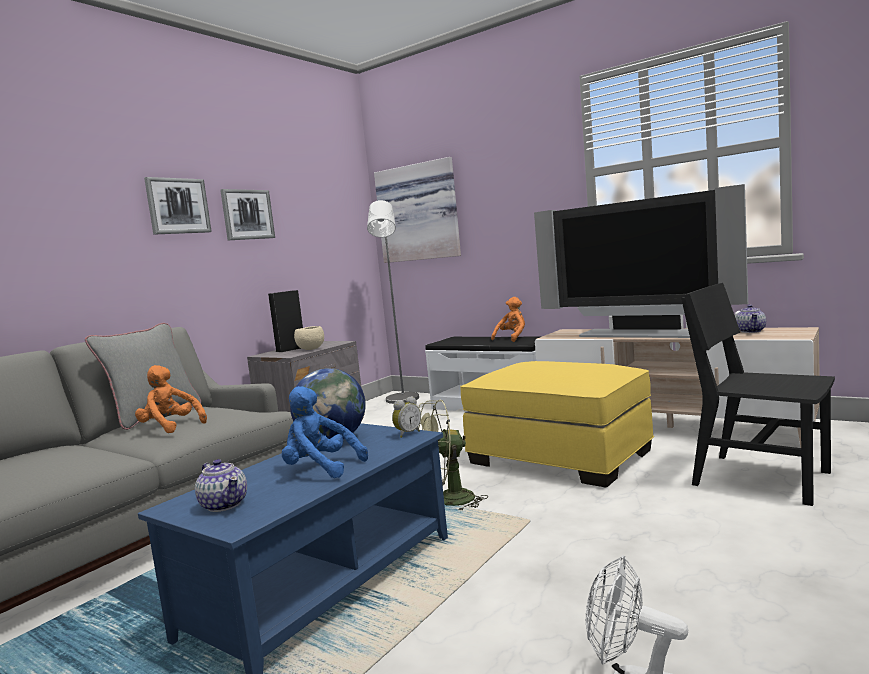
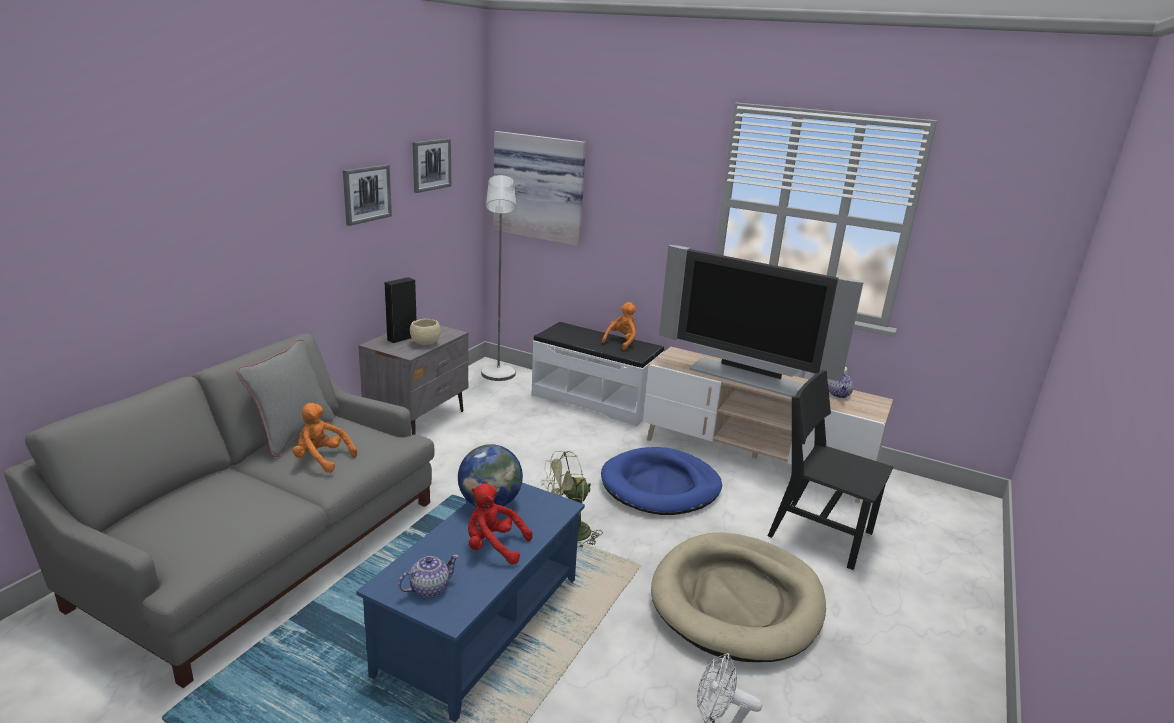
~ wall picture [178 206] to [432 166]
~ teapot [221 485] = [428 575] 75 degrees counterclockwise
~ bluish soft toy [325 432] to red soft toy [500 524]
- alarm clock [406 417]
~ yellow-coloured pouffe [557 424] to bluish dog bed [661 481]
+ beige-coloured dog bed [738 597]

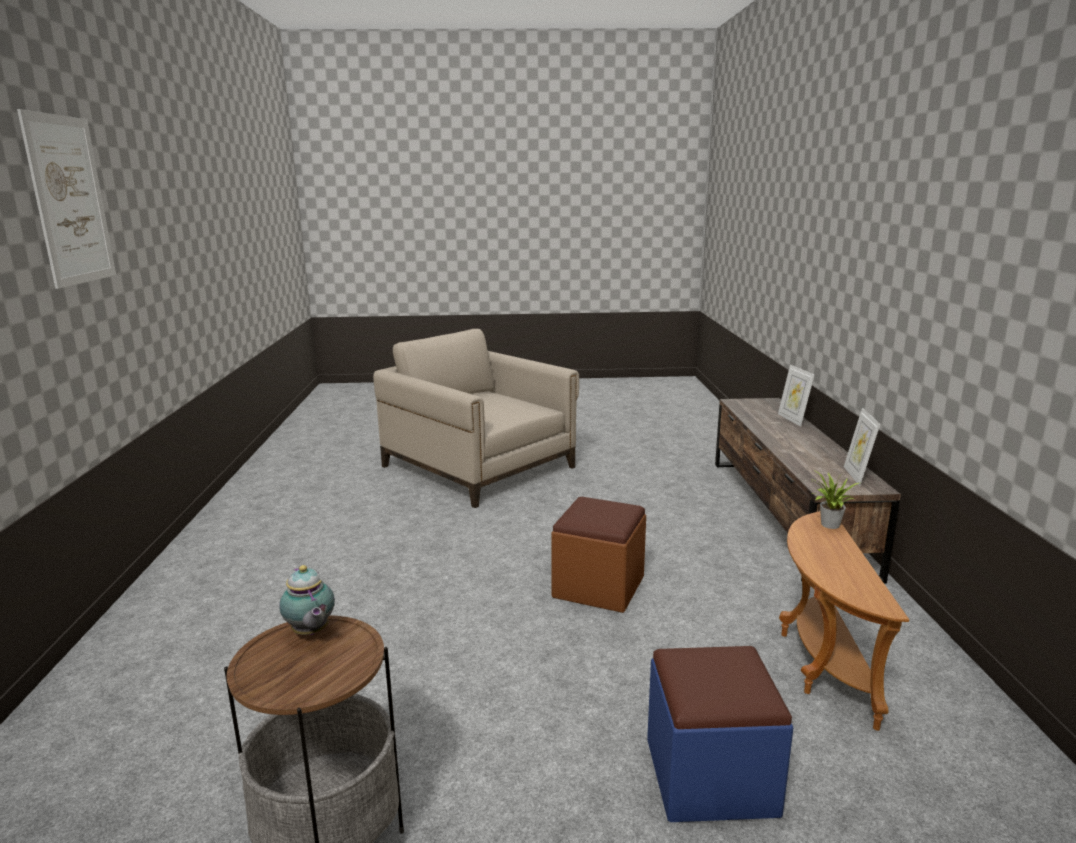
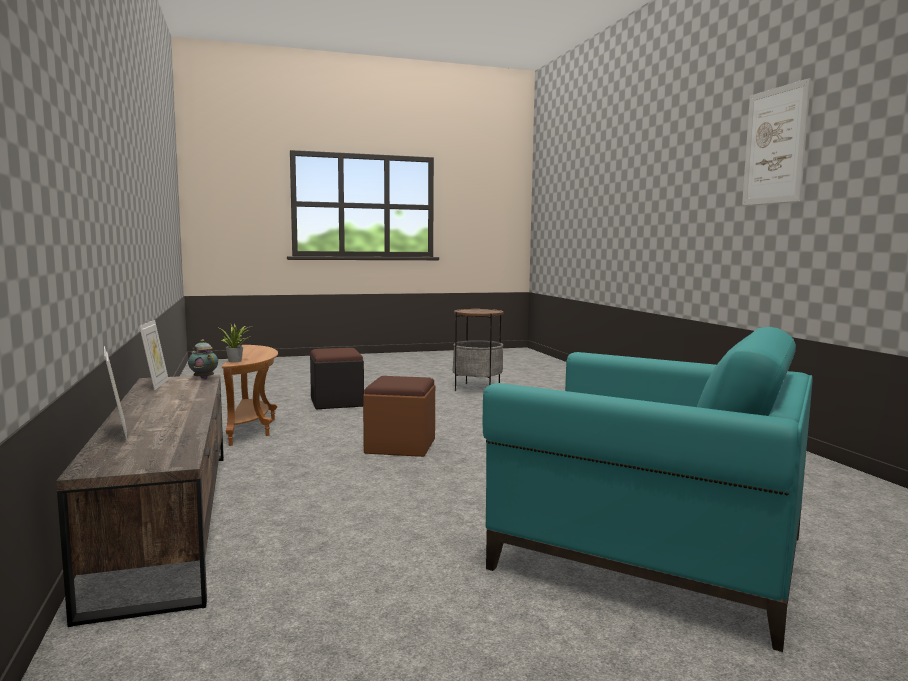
~ teapot [307 600] to [203 360]
~ beige-coloured armchair [476 418] to blue-green armchair [647 489]
~ bluish pouffe [720 734] to black-coloured pouffe [337 378]

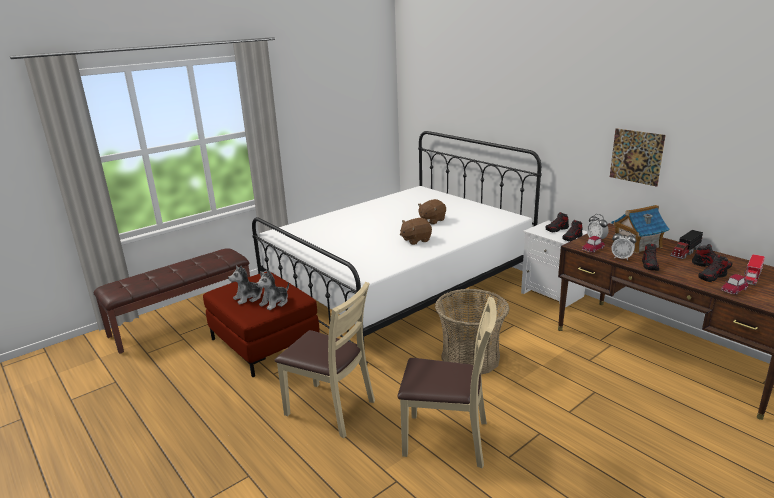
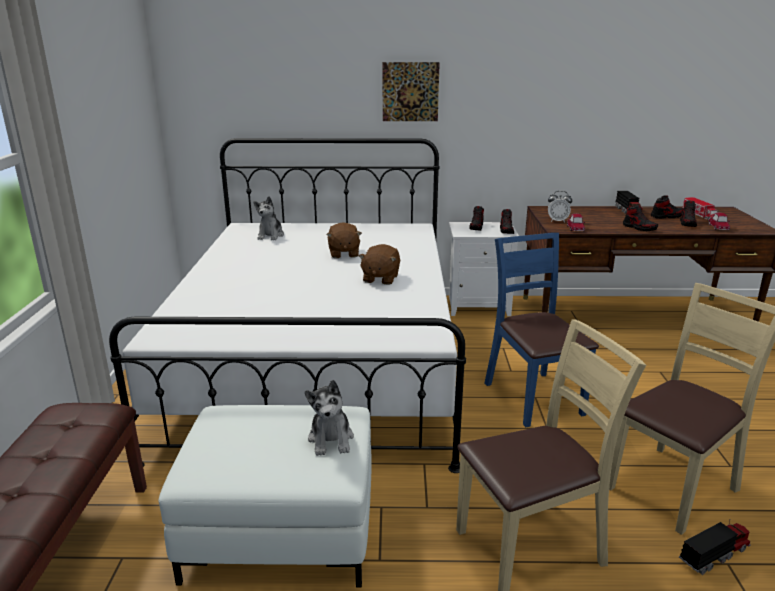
~ red pouffe [261 324] to white-coloured pouffe [264 496]
~ soft toy [245 285] to [269 218]
~ basket [472 331] to bluish chair [541 330]
~ wall picture [638 157] to [411 91]
- miniature house [640 229]
- alarm clock [623 245]
+ toy lorry [715 547]

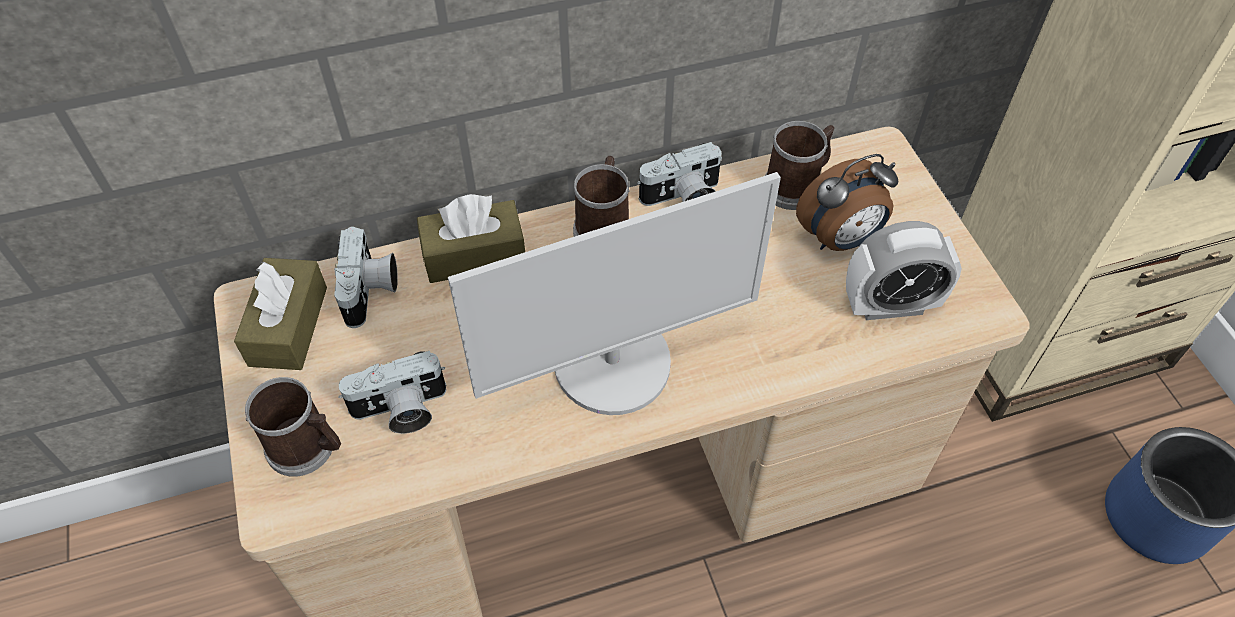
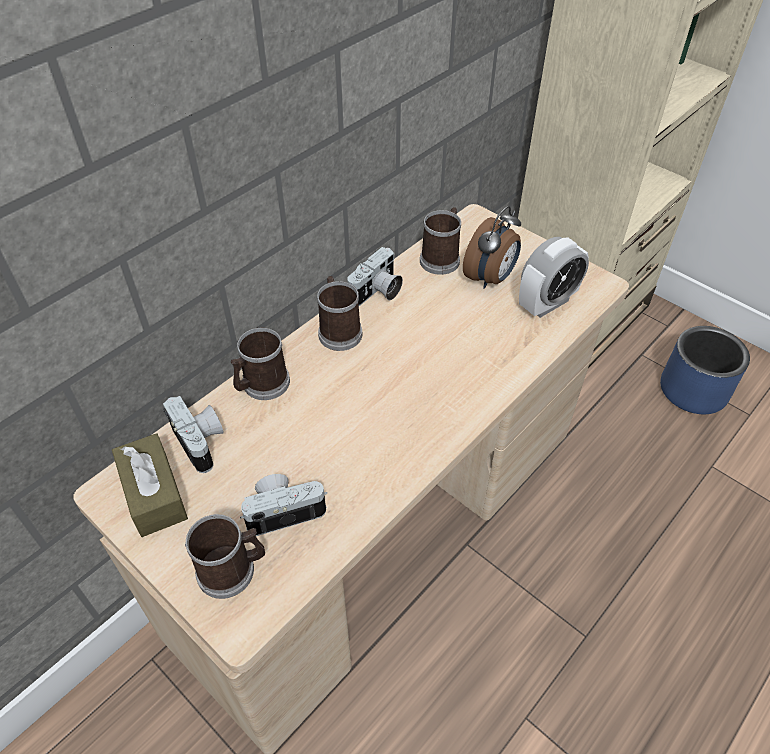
~ photo camera [392 392] = [283 505] 150 degrees counterclockwise
~ brownish box of tissues [471 238] to tea mug [260 364]
- computer display [614 293]

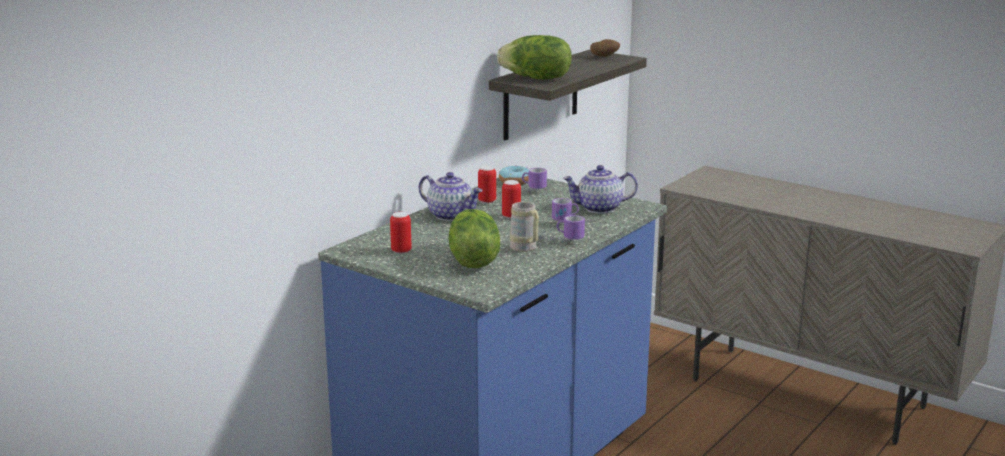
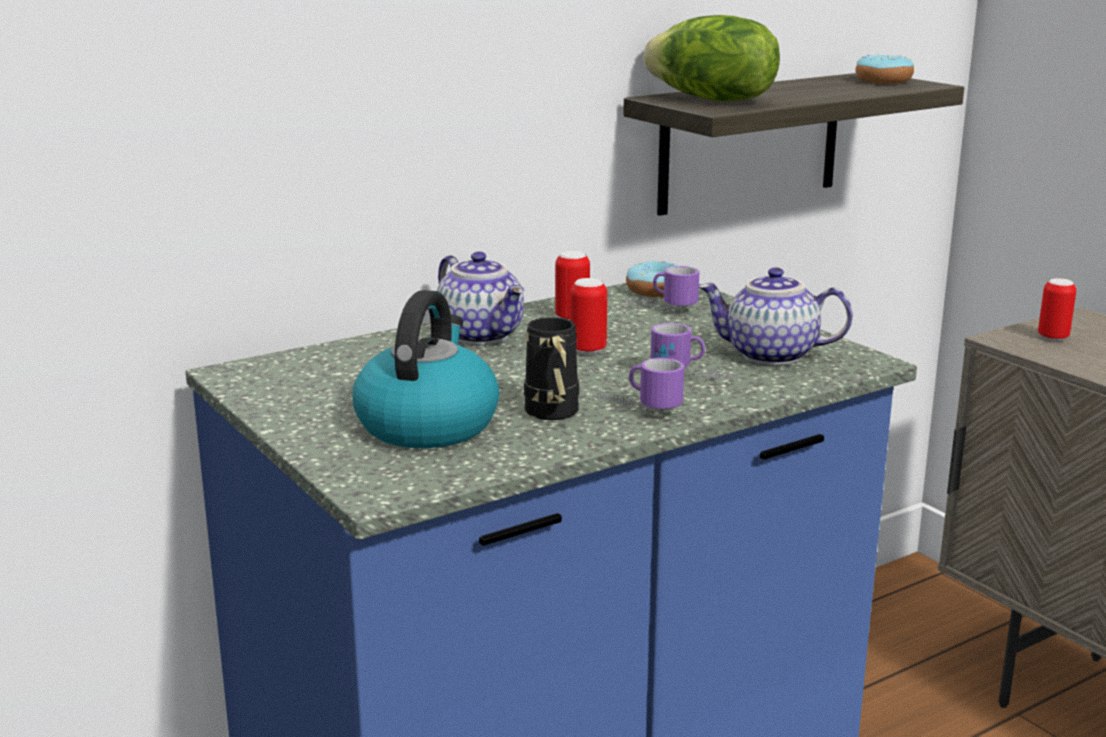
~ sealed can [401 233] to [1057 309]
~ head of lettuce [474 238] to tea kettle [426 369]
~ beige-coloured tea mug [524 227] to black-coloured tea mug [551 368]
~ spud [605 48] to doughnut [884 69]

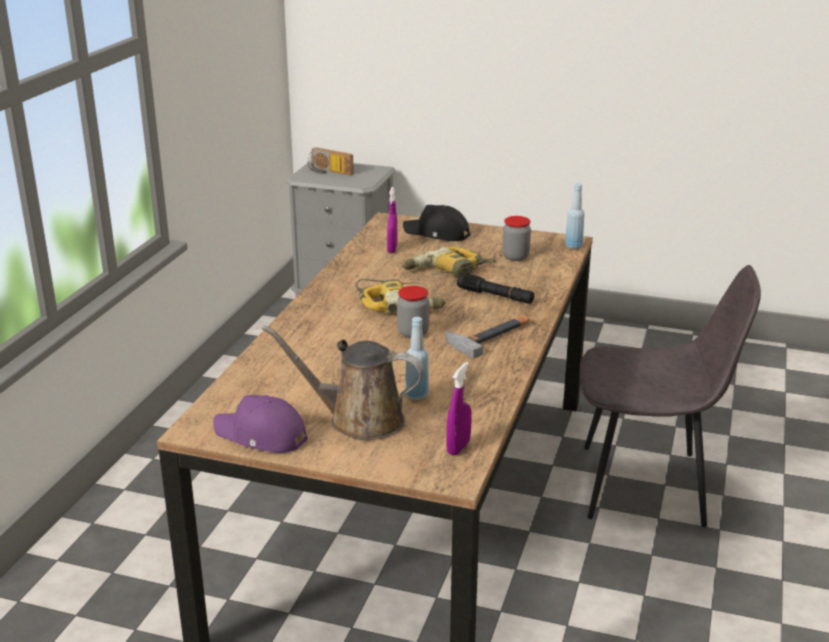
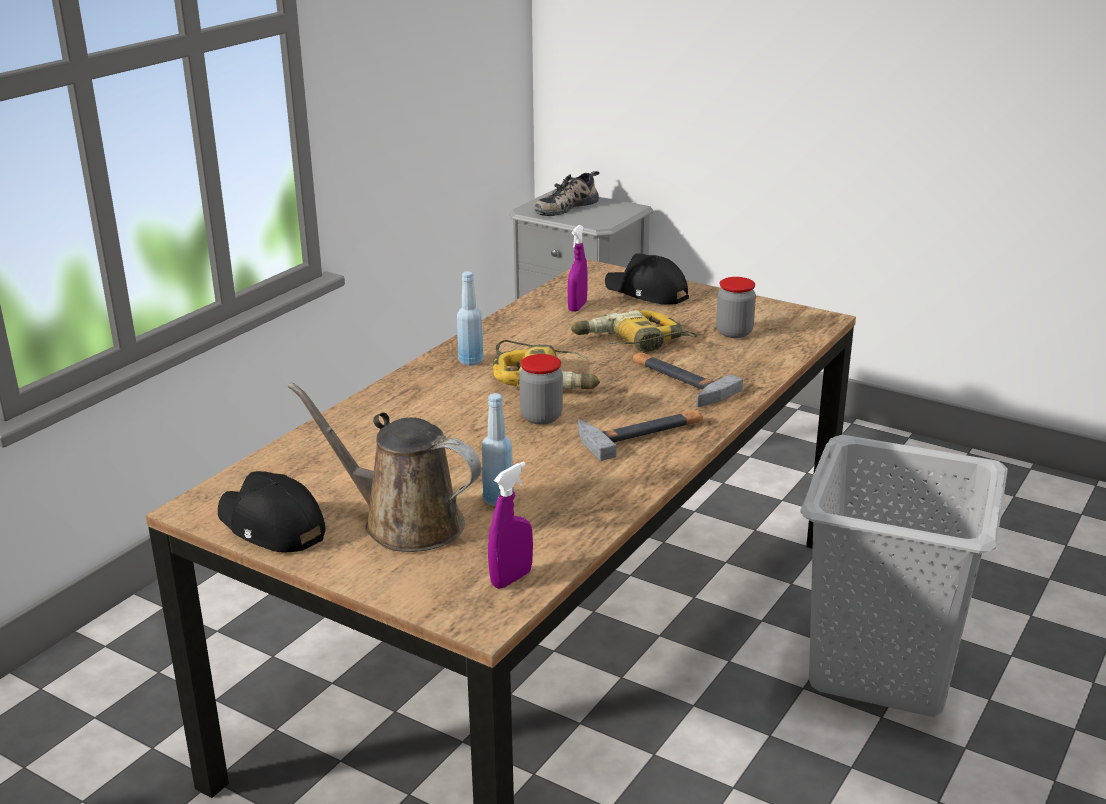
~ purple-coloured peaked cap [260 424] to black-coloured peaked cap [272 512]
~ radio receiver [331 161] to shoe [567 193]
~ black-coloured hand torch [495 288] to hammer [688 379]
~ bluish drink bottle [575 216] to [470 318]
~ greyish chair [670 396] to greyish washing basket [904 576]

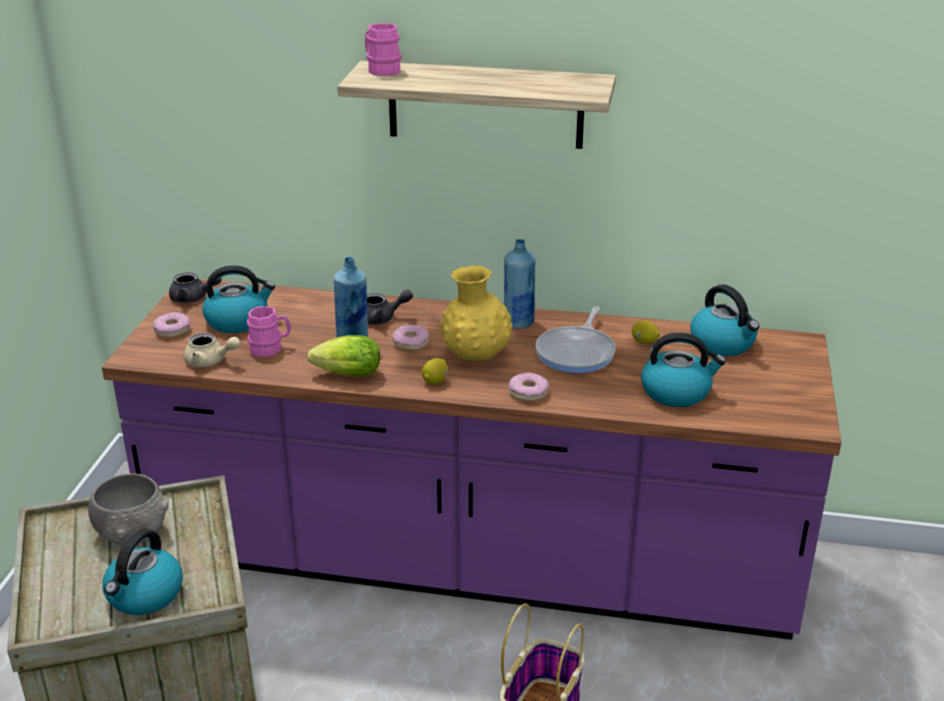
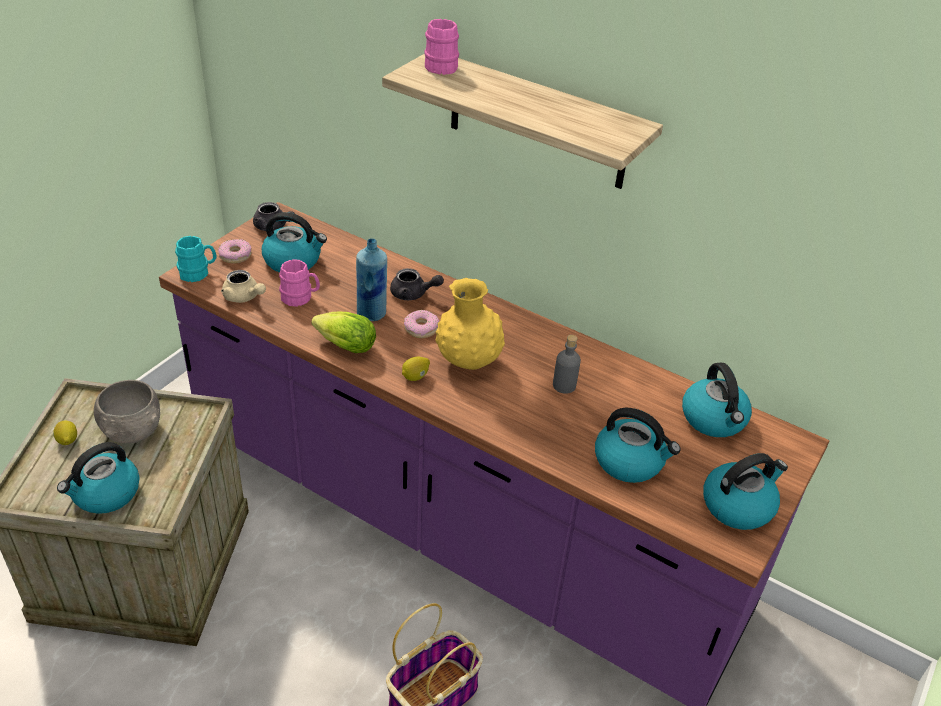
- bluish drink bottle [520 284]
- doughnut [529 387]
~ frying pan [576 340] to greyish drink bottle [567 364]
~ lemon [646 332] to [65 433]
+ blue-green tea mug [195 259]
+ tea kettle [745 491]

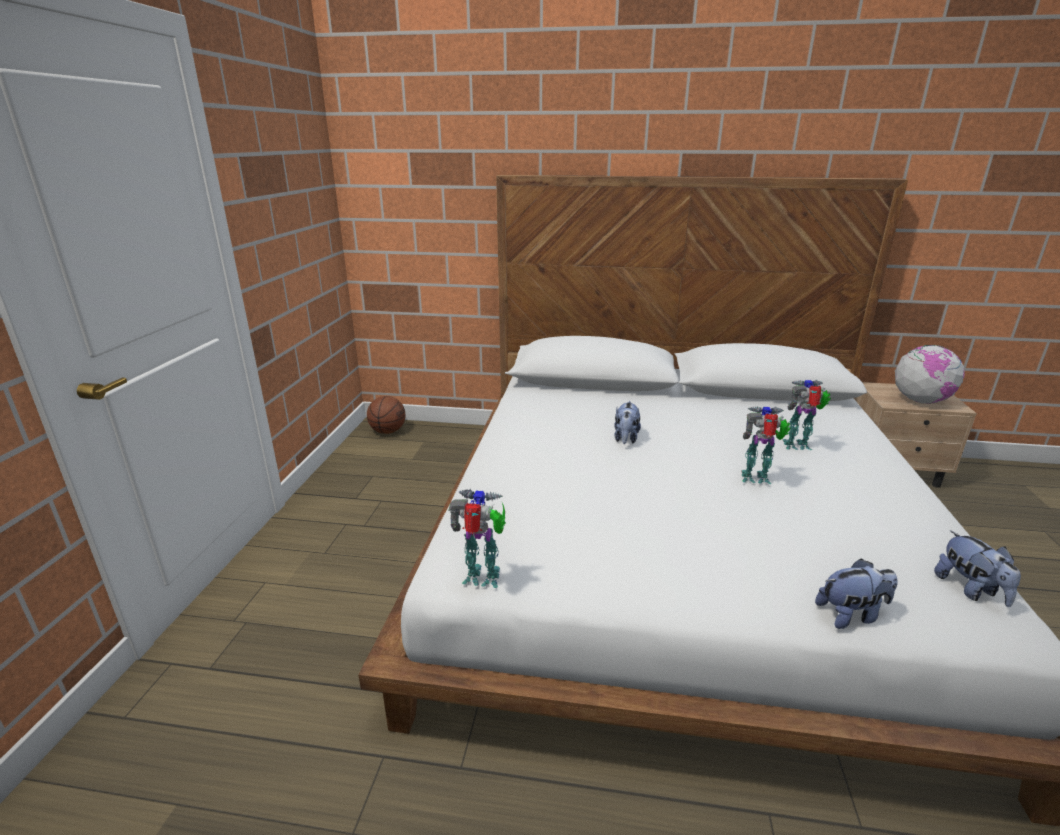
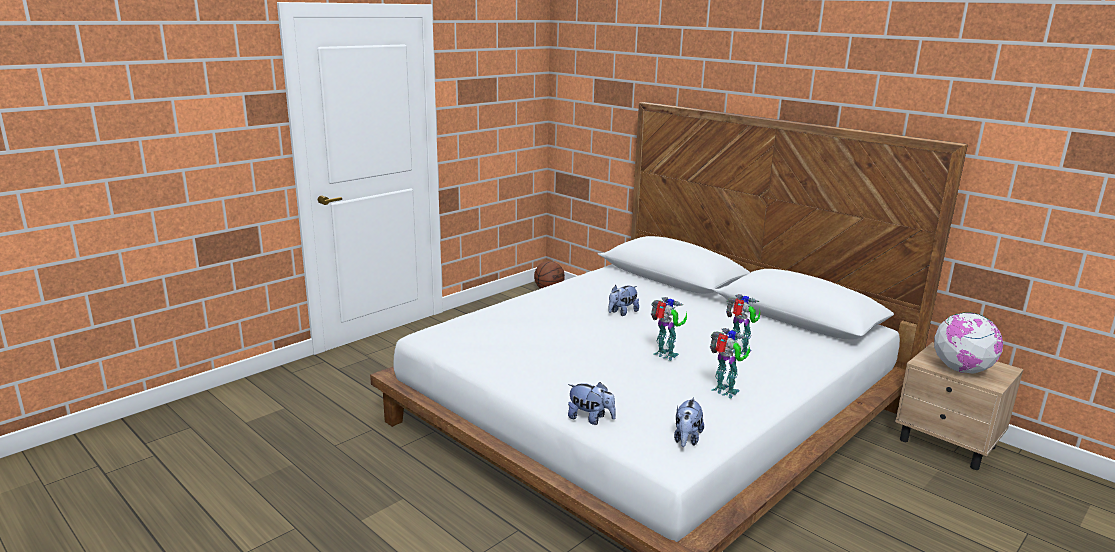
~ robot figure [477 538] to [730 363]

